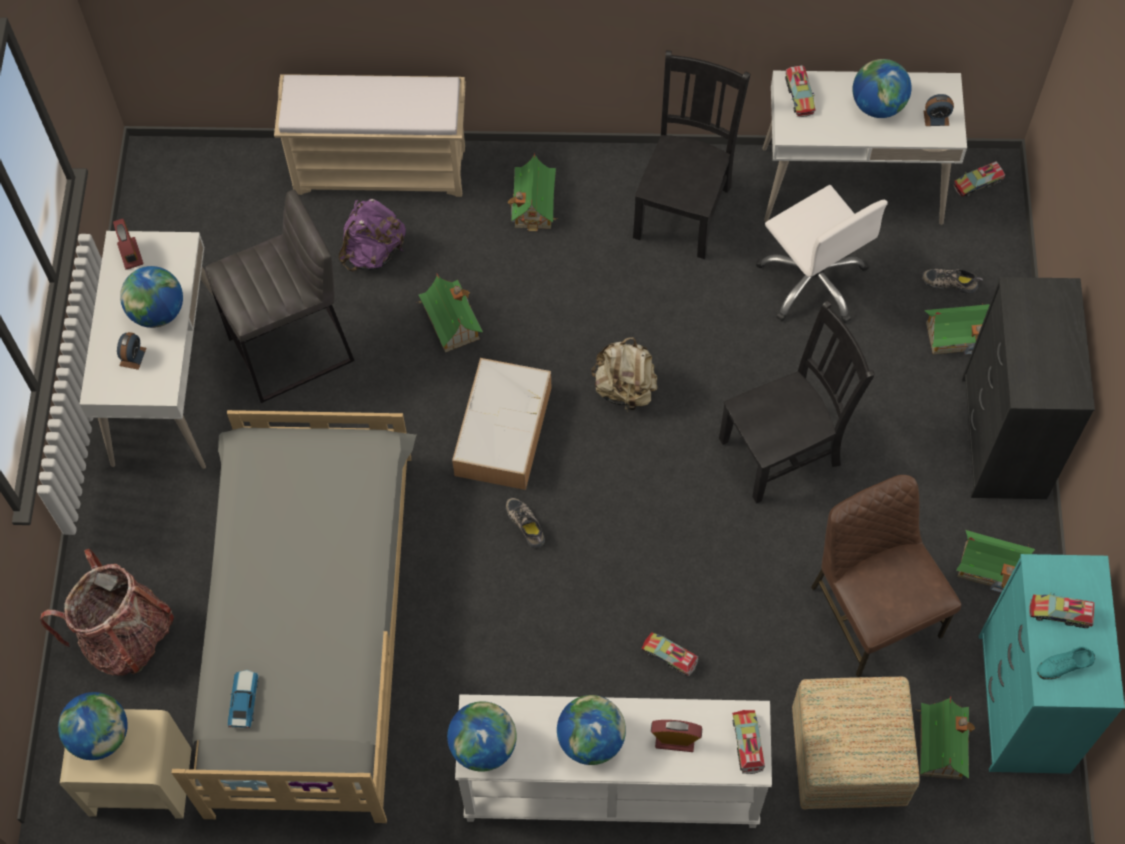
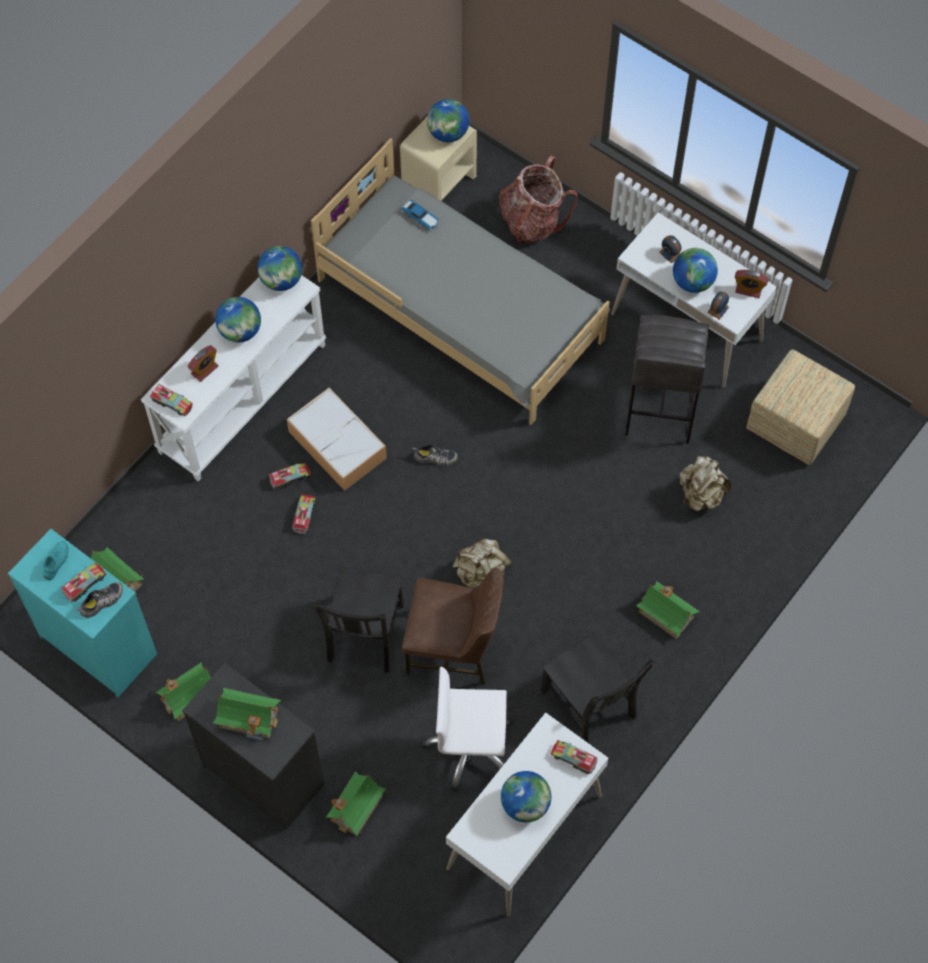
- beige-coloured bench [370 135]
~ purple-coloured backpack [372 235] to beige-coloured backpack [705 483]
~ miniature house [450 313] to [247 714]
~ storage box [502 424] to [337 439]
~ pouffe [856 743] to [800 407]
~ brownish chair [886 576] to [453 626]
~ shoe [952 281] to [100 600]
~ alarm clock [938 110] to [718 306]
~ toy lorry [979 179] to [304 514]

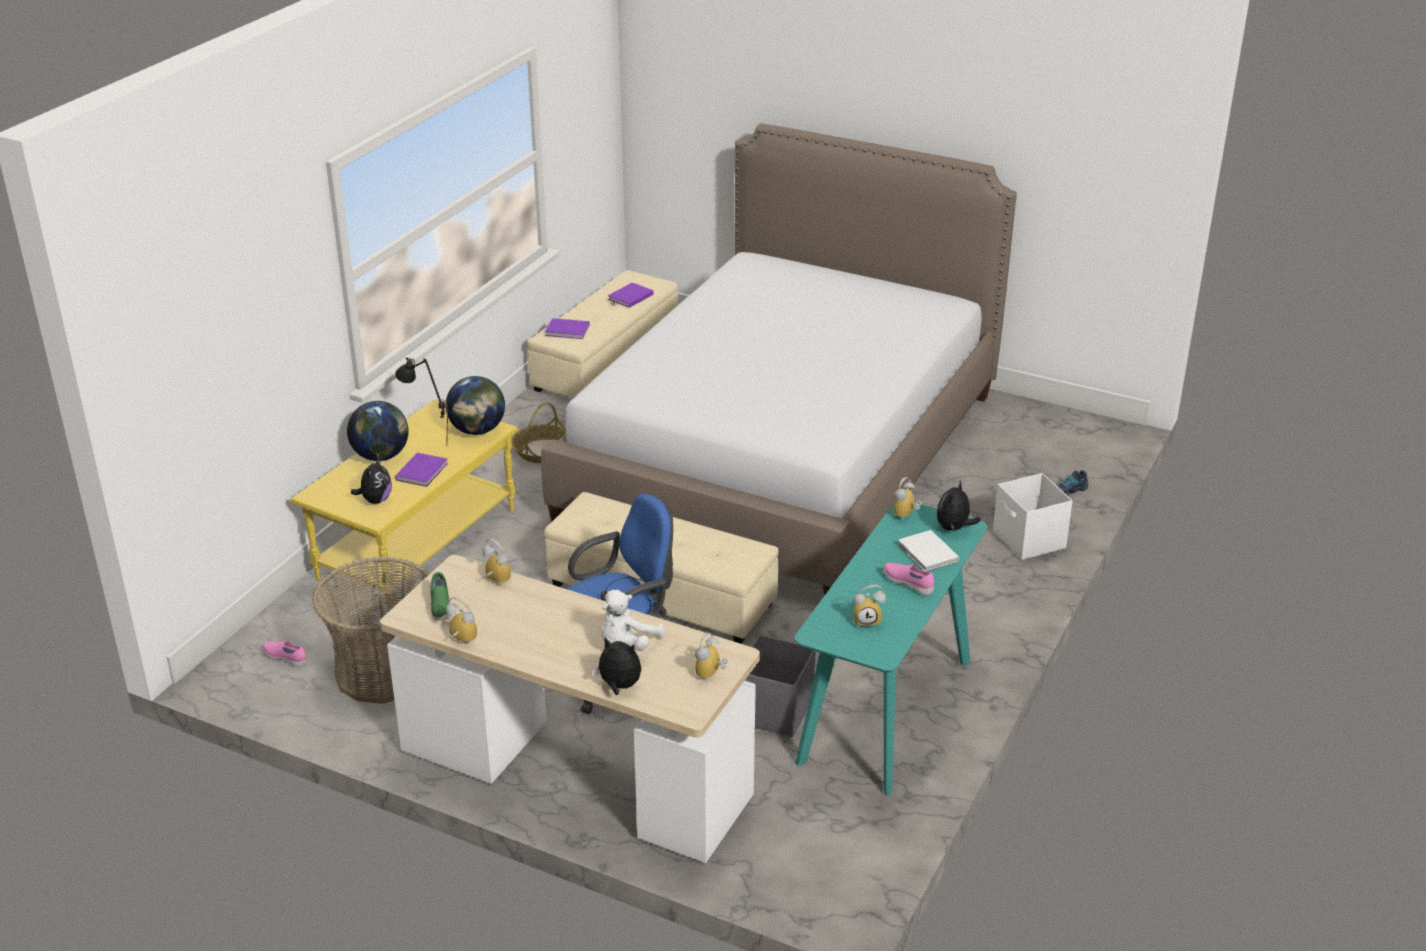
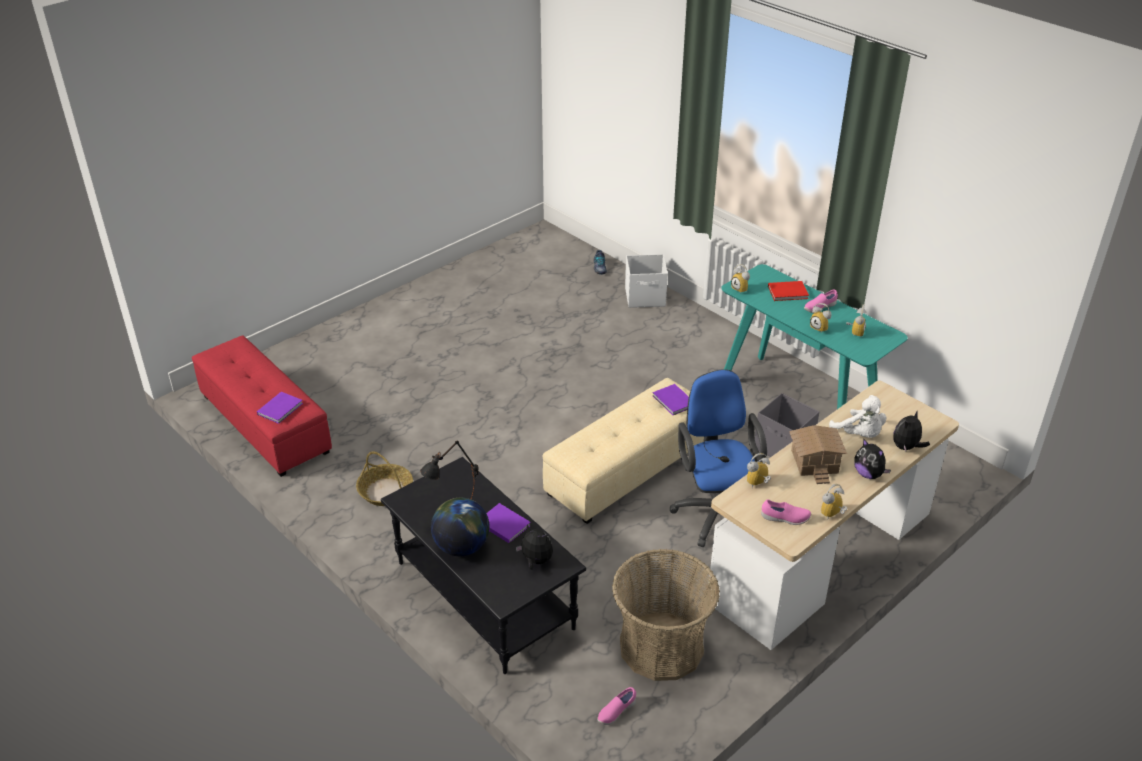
~ yellow-coloured lounge table [404 504] to black-coloured lounge table [483 565]
~ greenish shoe [441 596] to pink-coloured shoe [786 512]
- globe [475 405]
~ beige-coloured pouffe [602 334] to red pouffe [262 406]
- bedroom bed [779 359]
~ purple-coloured bound book [631 295] to [671 399]
~ alarm clock [711 657] to [820 317]
~ white-coloured bound book [928 551] to red bound book [788 291]
~ soft toy [959 506] to [872 459]
+ miniature house [818 454]

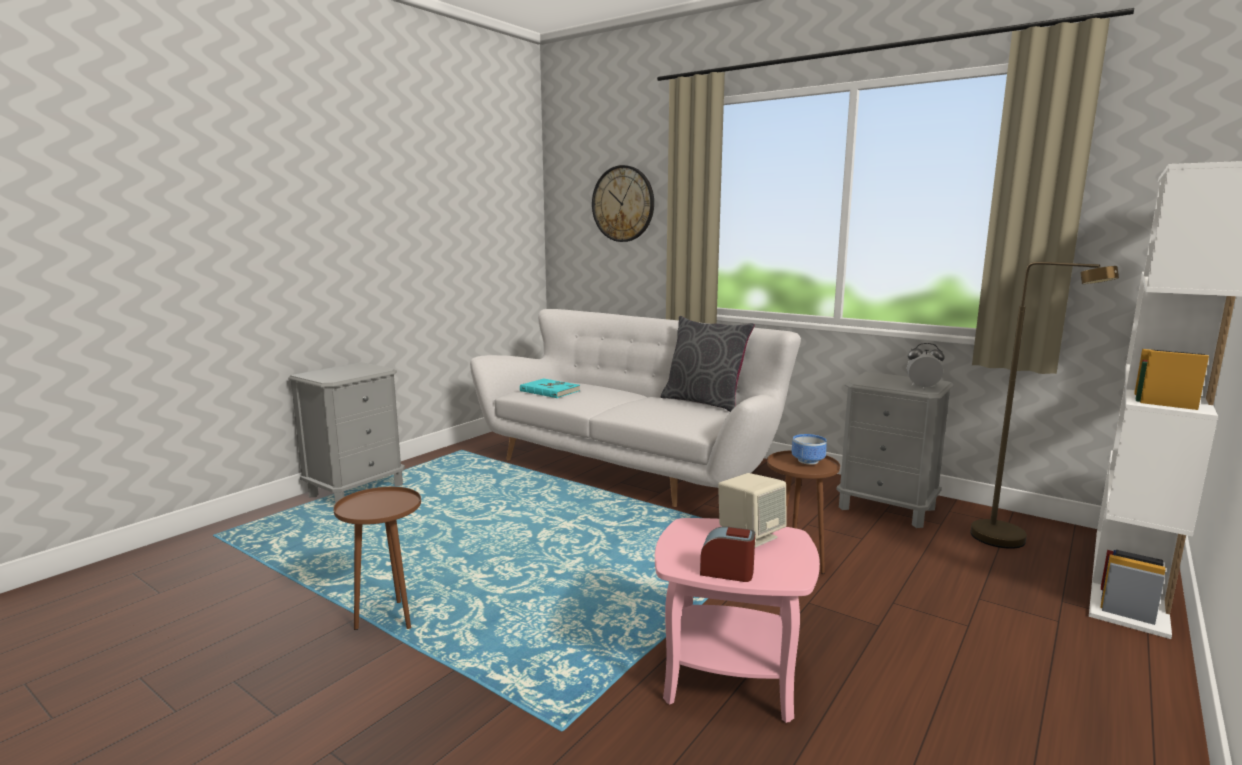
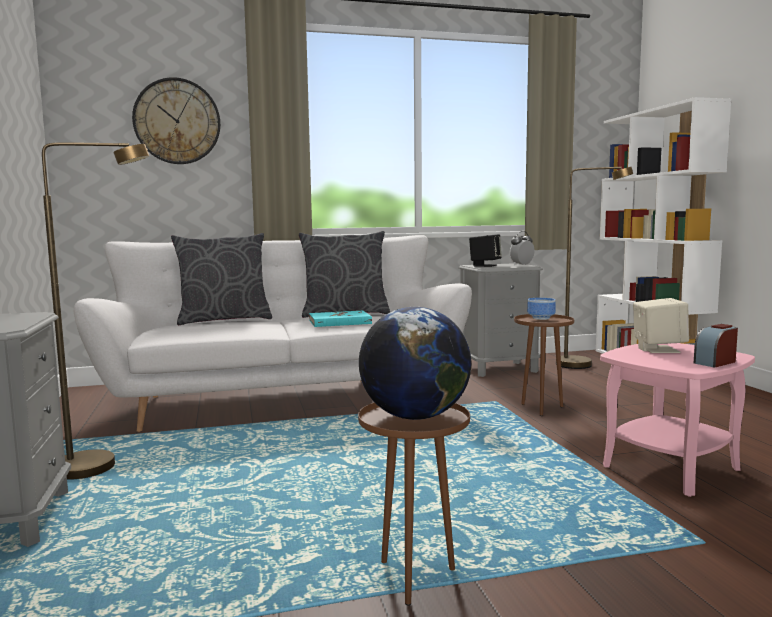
~ blue-green bound book [550 388] to [340 319]
+ brownish standard lamp [95 311]
+ greyish throw pillow [221 279]
+ globe [415 363]
+ black-coloured speaker [485 250]

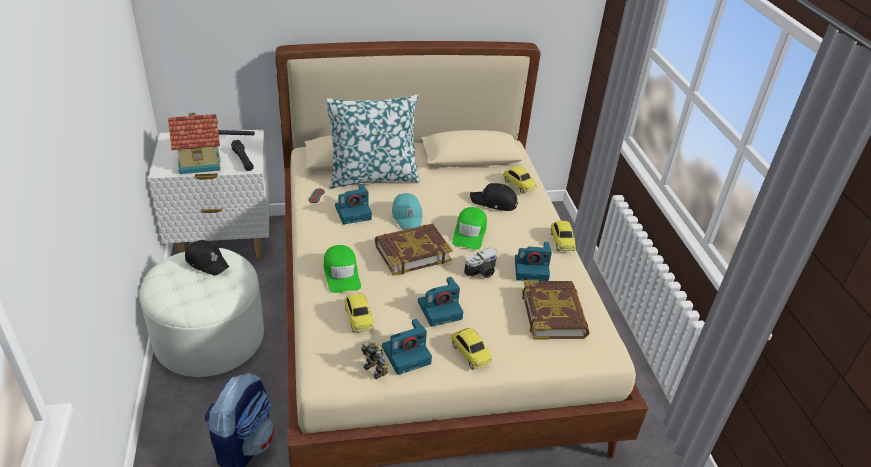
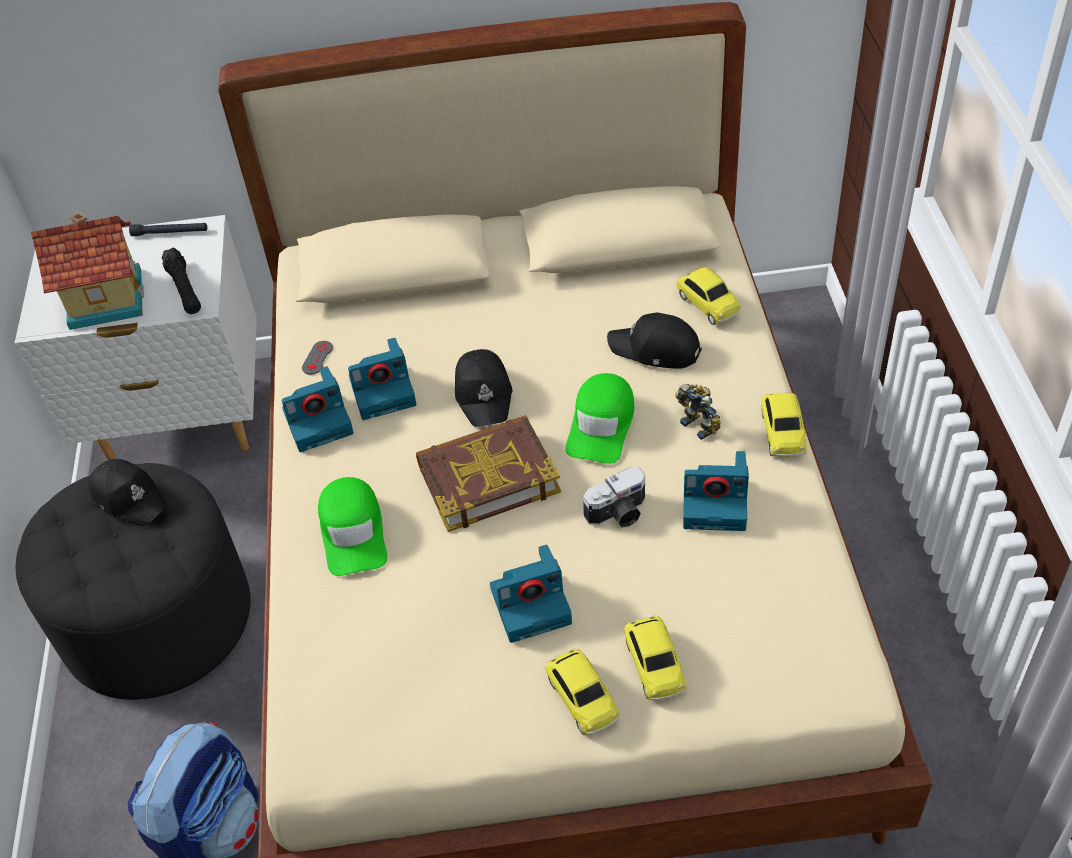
~ white-coloured pouffe [202 312] to black-coloured pouffe [133 581]
- throw pillow [372 141]
~ model car [359 312] to [655 658]
~ robot figure [374 360] to [698 412]
~ photo camera [407 347] to [318 409]
~ blue-green peaked cap [407 211] to black-coloured peaked cap [483 388]
- bound book [556 309]

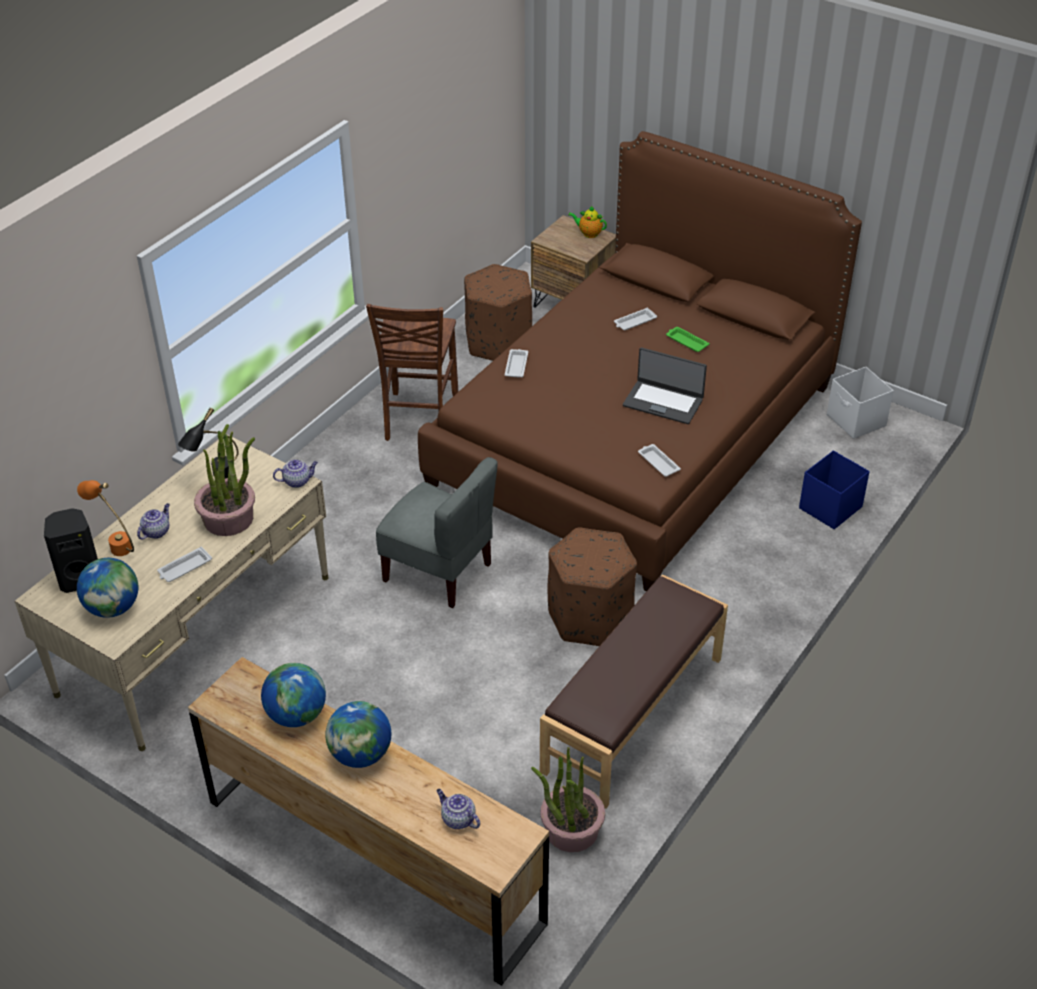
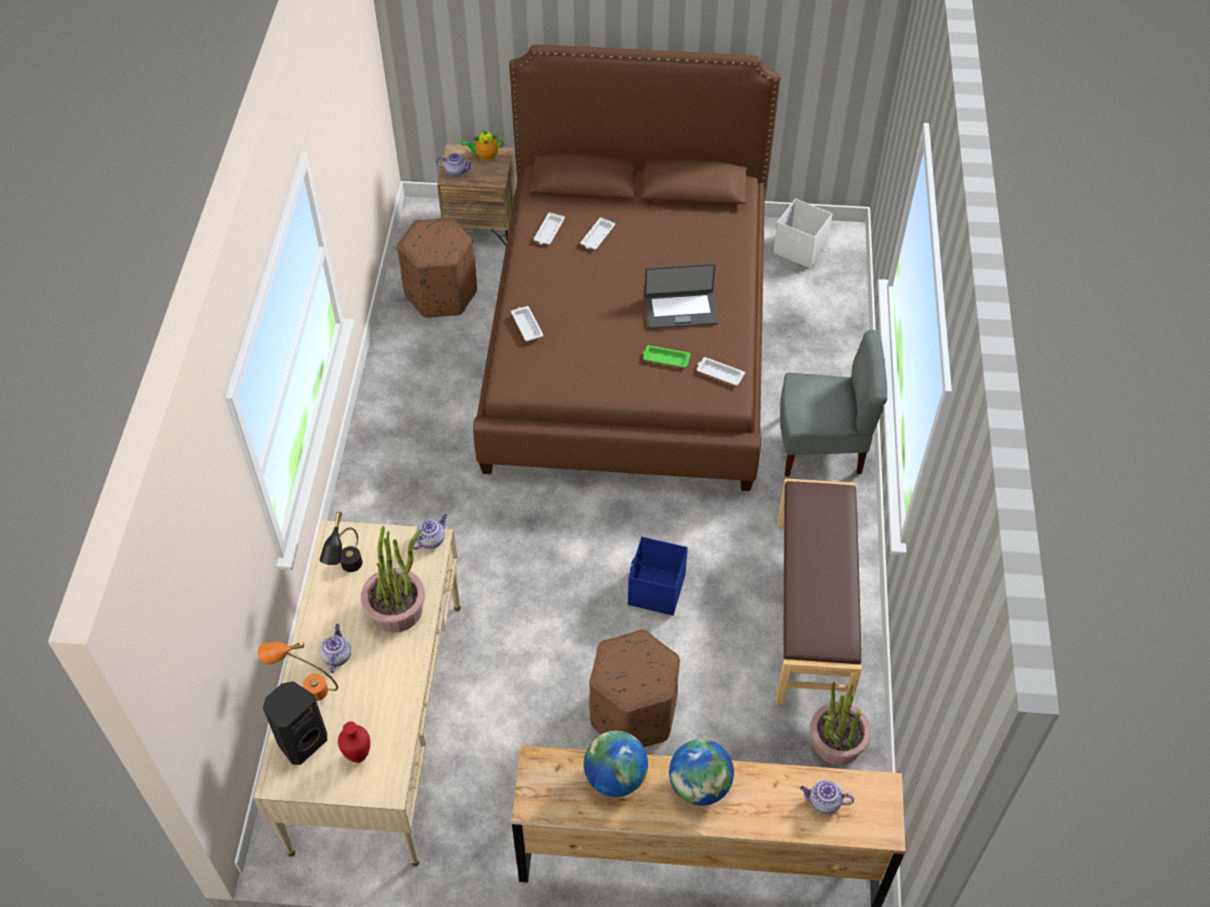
~ globe [107 588] to red flower vase [354 742]
~ white-coloured carrying tray [184 564] to [549 228]
- brownish chair [412 372]
~ greyish chair [437 532] to [833 403]
~ brownish pouffe [592 586] to [634 688]
~ greenish carrying tray [687 339] to [667 356]
~ bluish storage box [834 489] to [658 576]
+ teapot [454 165]

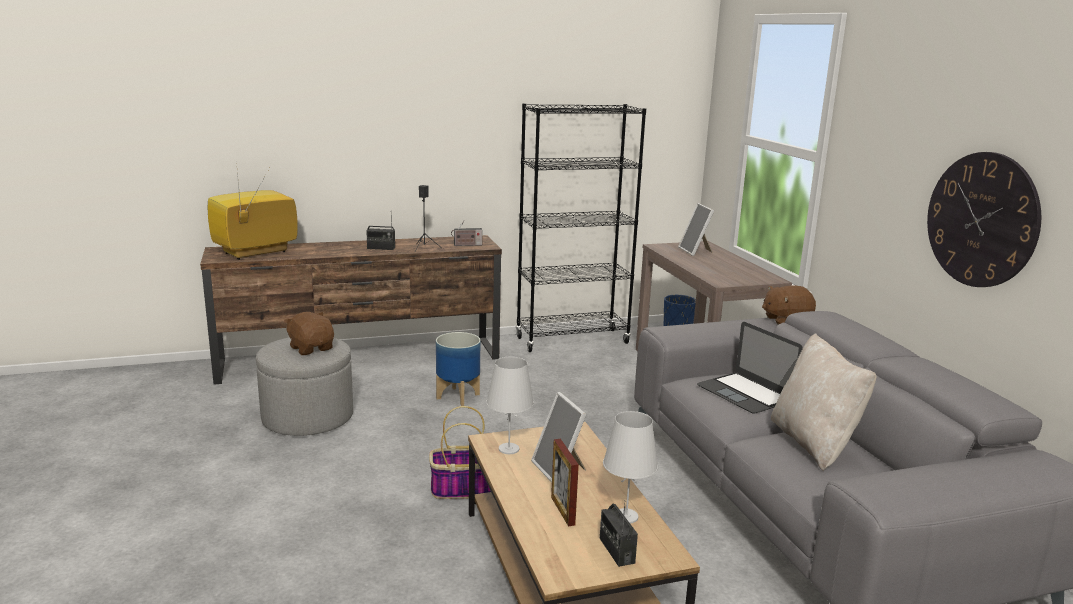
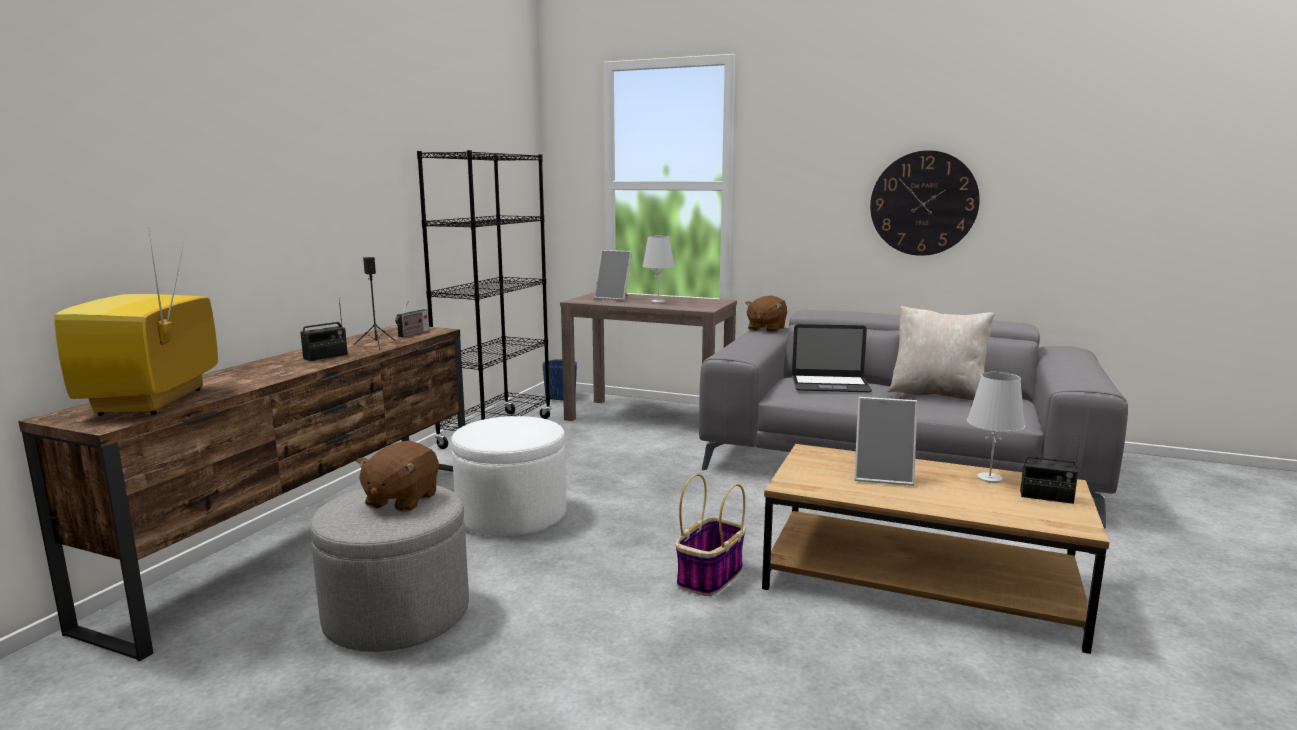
~ brownish soft toy [309 333] = [397 476] 75 degrees counterclockwise
~ flower pot [458 369] to white-coloured pouffe [509 476]
~ white-coloured table lamp [510 405] to [658 269]
- picture frame [565 482]

